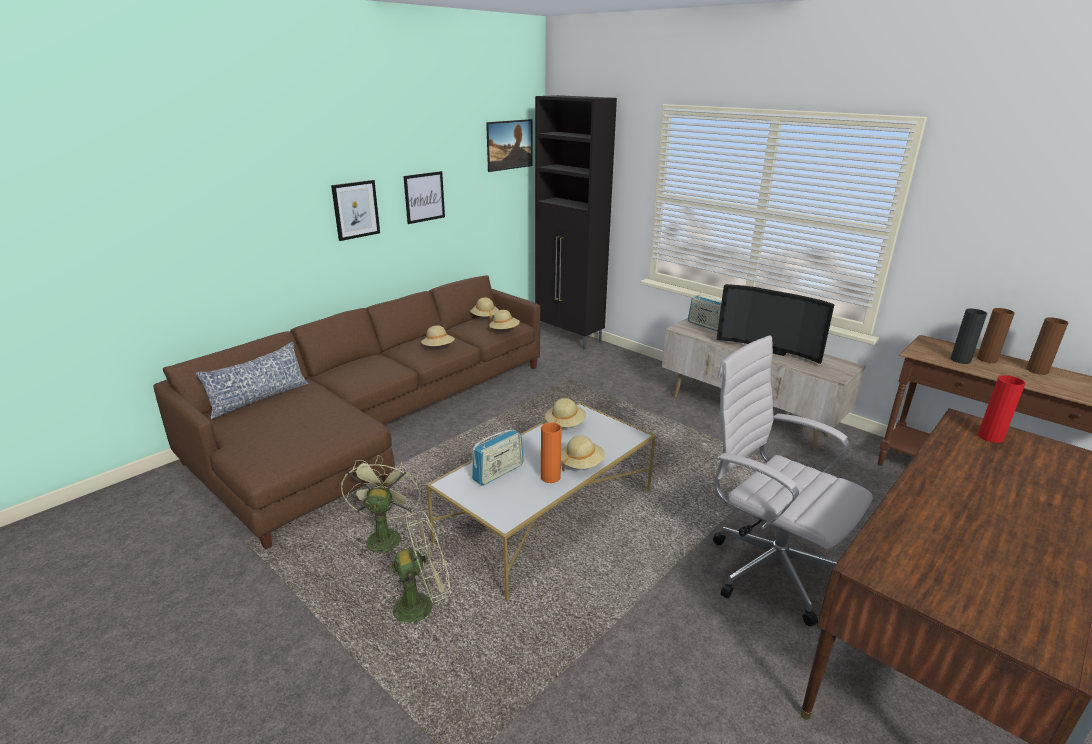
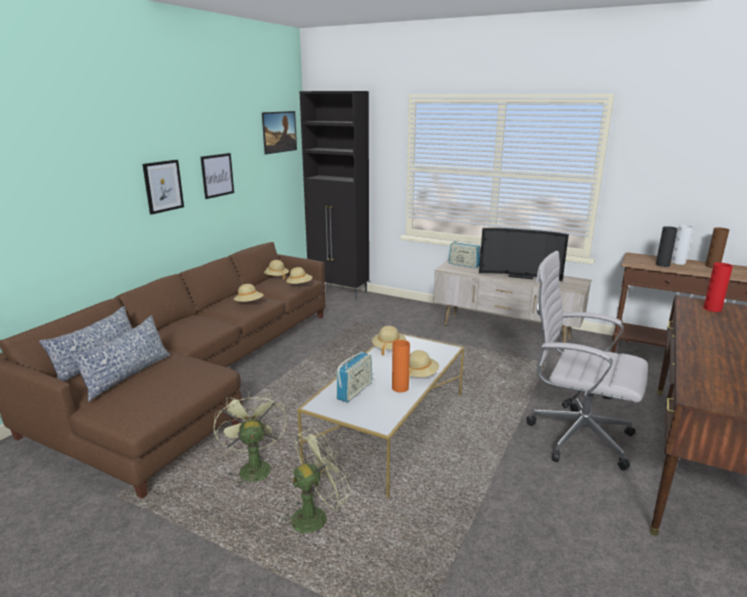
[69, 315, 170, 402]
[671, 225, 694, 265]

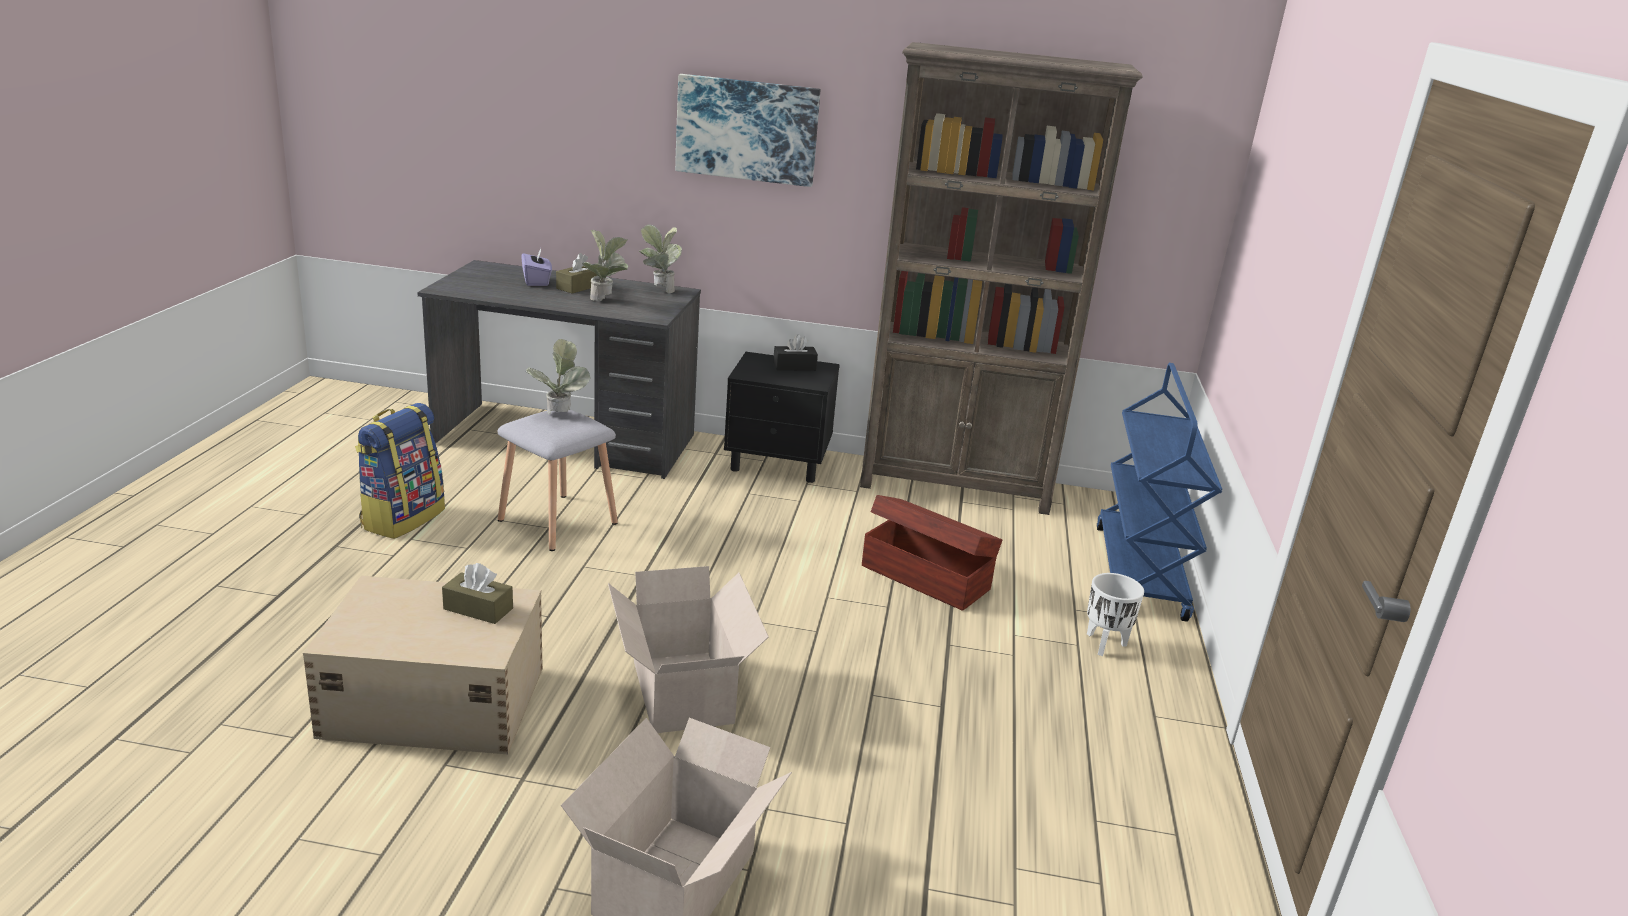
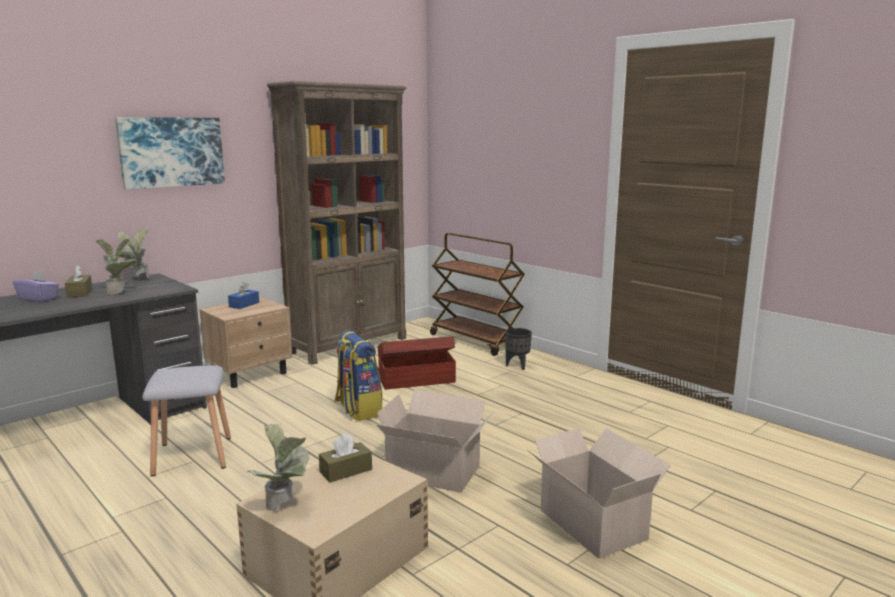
[199, 297, 292, 388]
[228, 282, 259, 309]
[248, 424, 309, 511]
[334, 330, 382, 421]
[430, 233, 525, 356]
[505, 328, 532, 370]

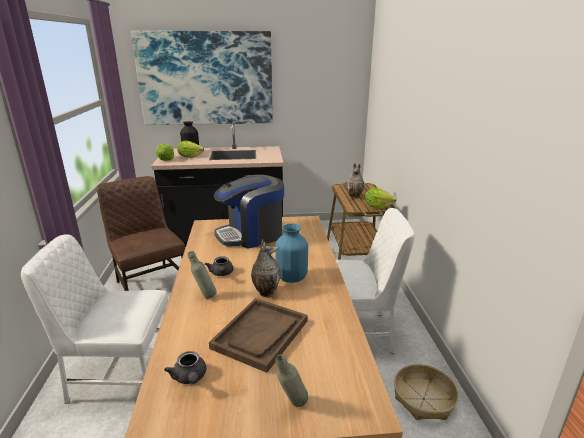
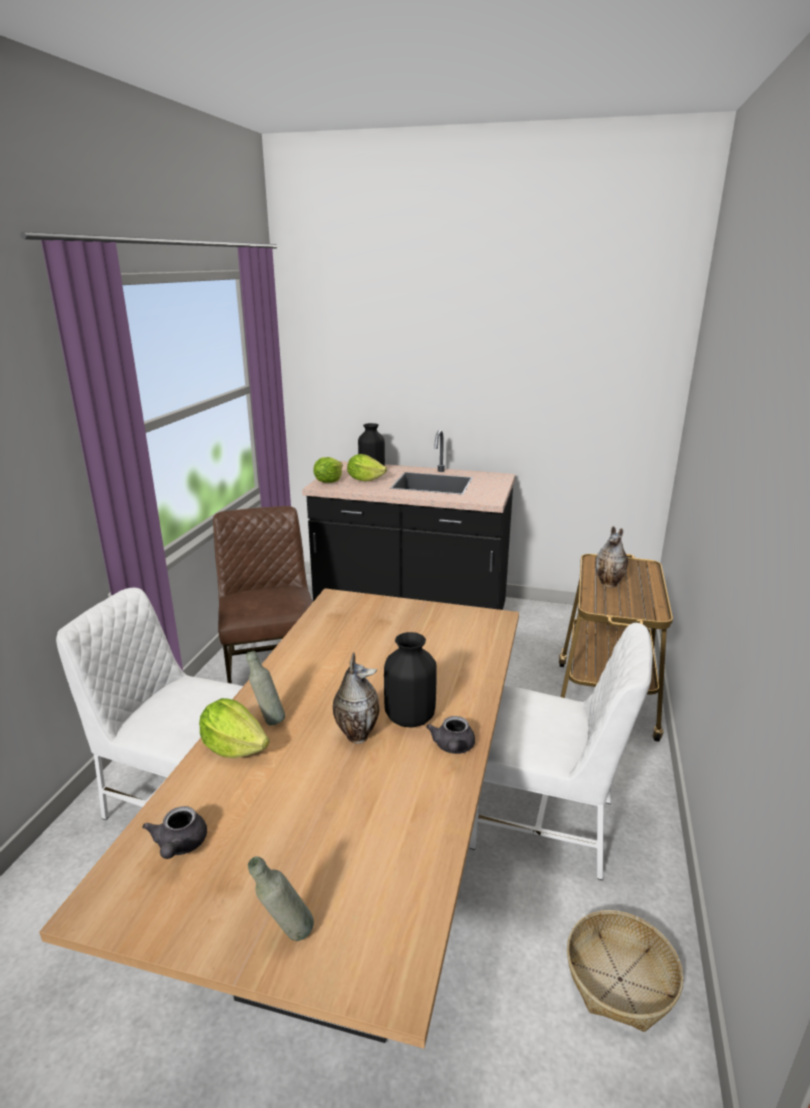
[199, 698, 269, 758]
[384, 632, 437, 728]
[426, 716, 475, 754]
[131, 31, 273, 125] (first image)
[209, 298, 308, 373] (first image)
[214, 175, 284, 249] (first image)

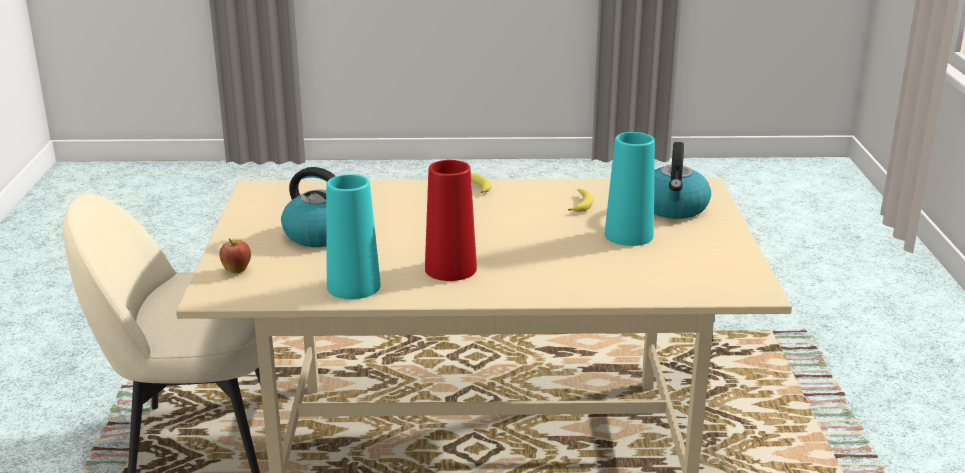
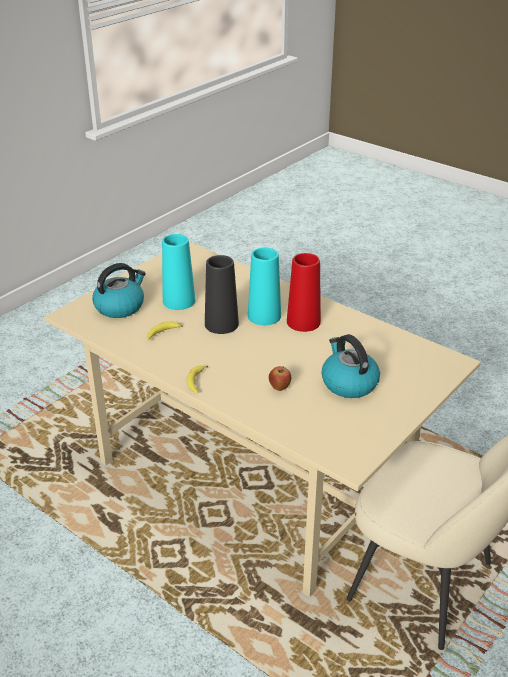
[205, 255, 239, 334]
[248, 248, 281, 325]
[269, 366, 291, 391]

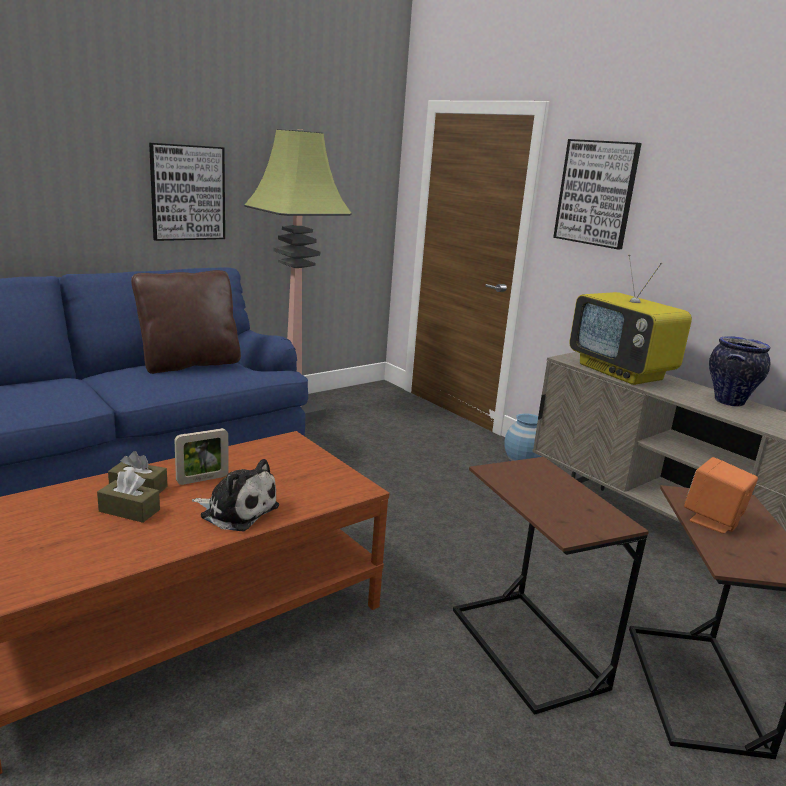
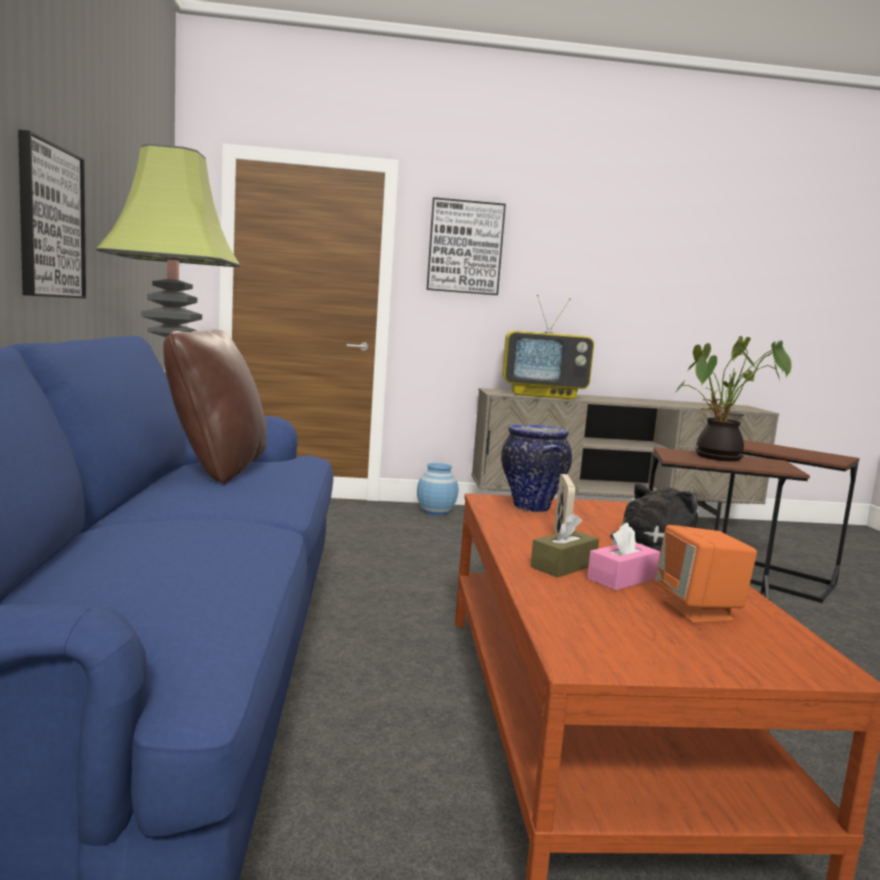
[501, 425, 572, 512]
[587, 523, 660, 591]
[655, 525, 757, 623]
[675, 336, 792, 461]

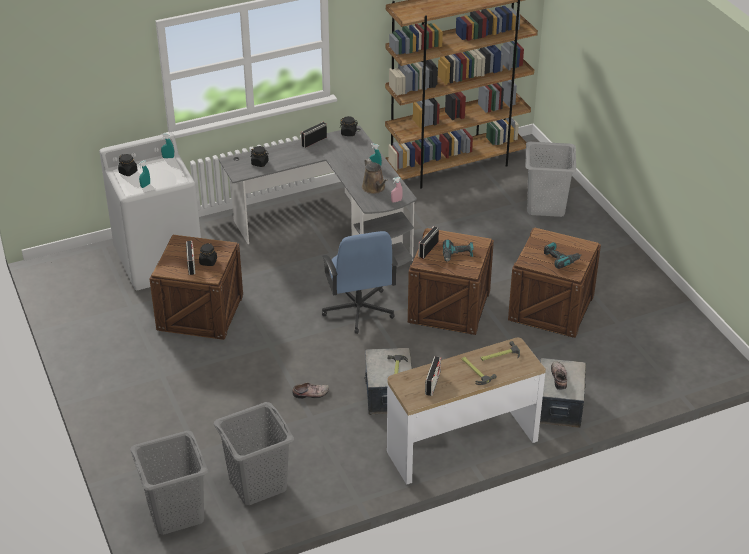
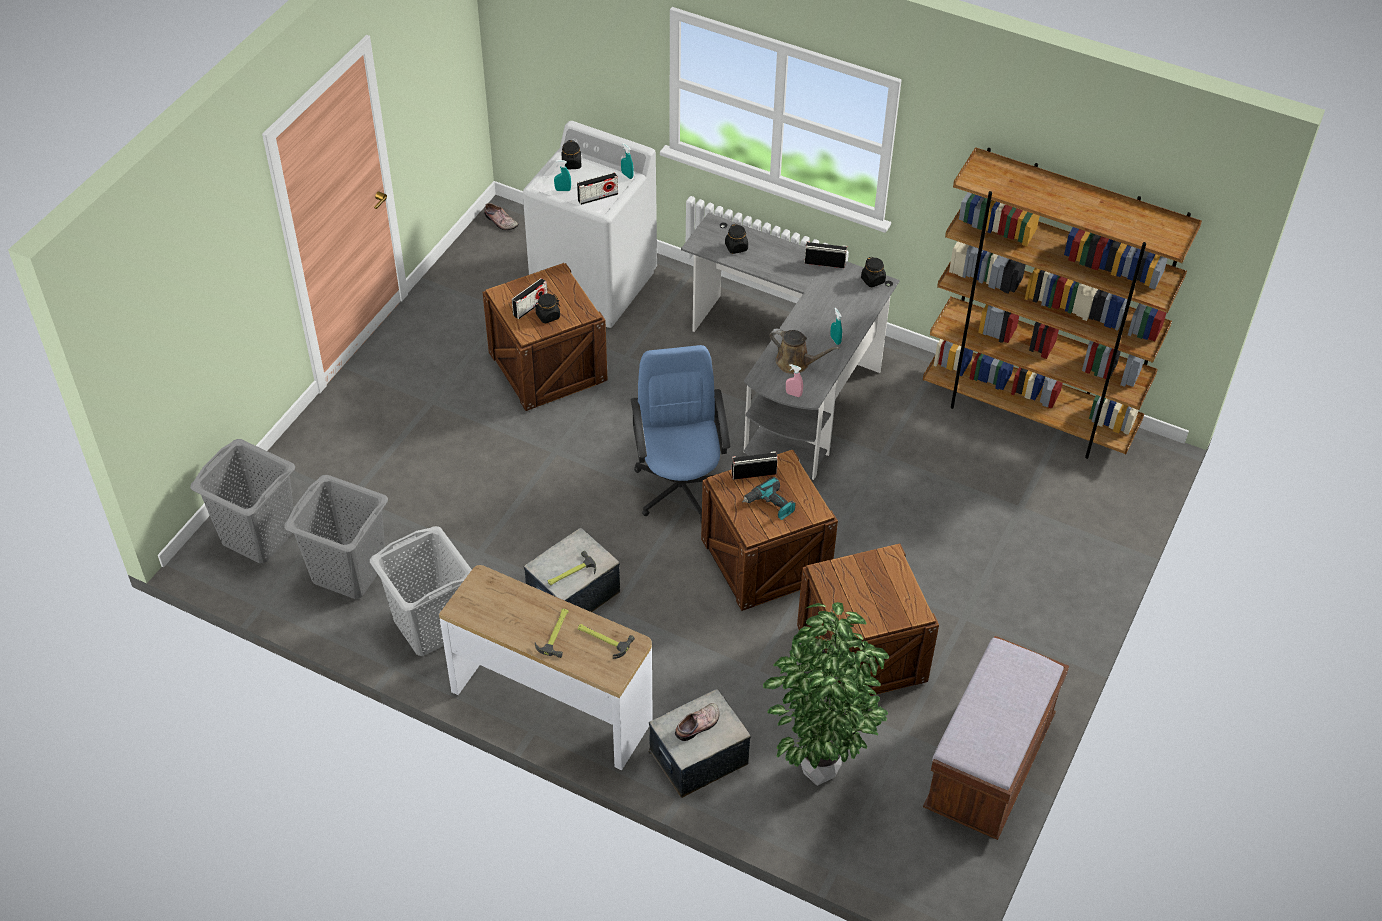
[370, 526, 472, 656]
[484, 203, 519, 231]
[577, 172, 618, 205]
[631, 345, 731, 523]
[763, 602, 889, 786]
[769, 329, 840, 374]
[923, 636, 1069, 840]
[544, 242, 582, 269] (first image)

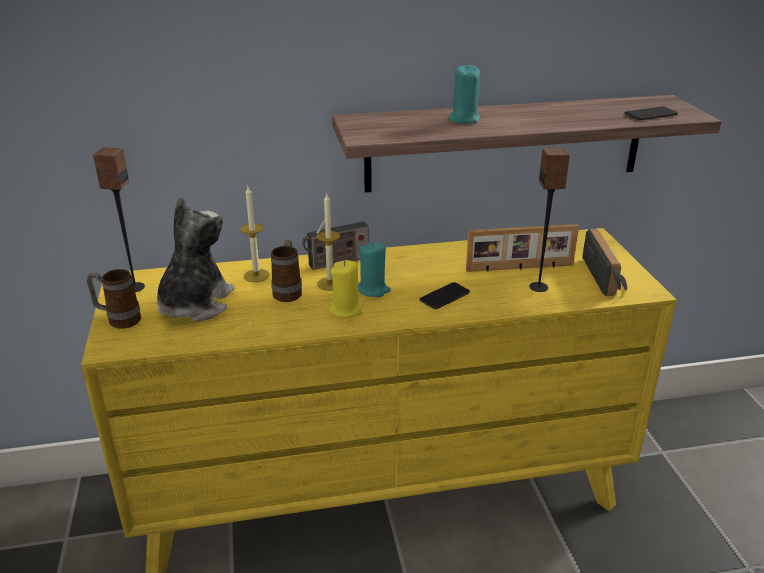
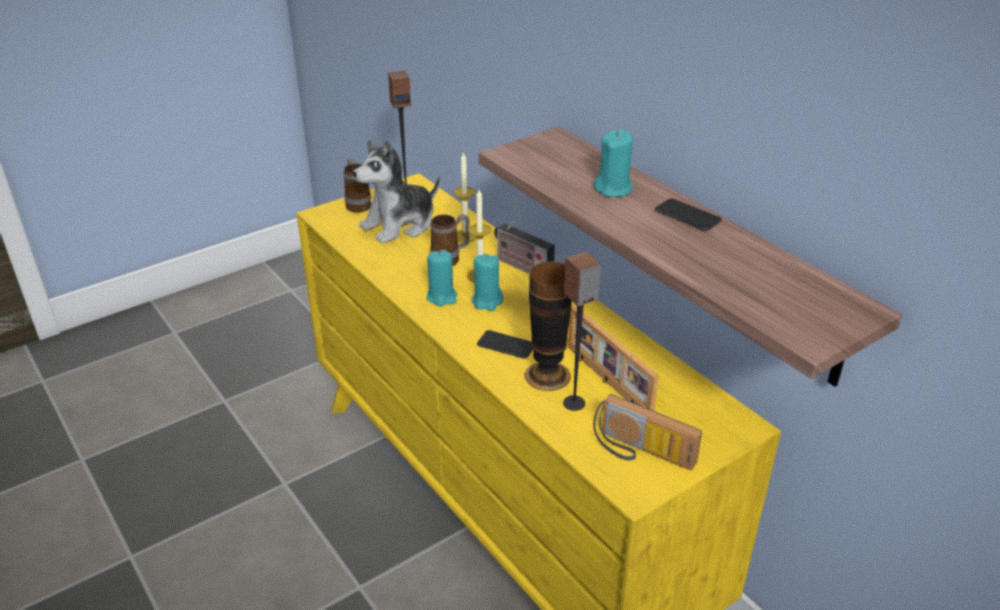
[353, 140, 440, 244]
[427, 250, 457, 306]
[525, 262, 572, 391]
[593, 394, 702, 470]
[655, 198, 722, 231]

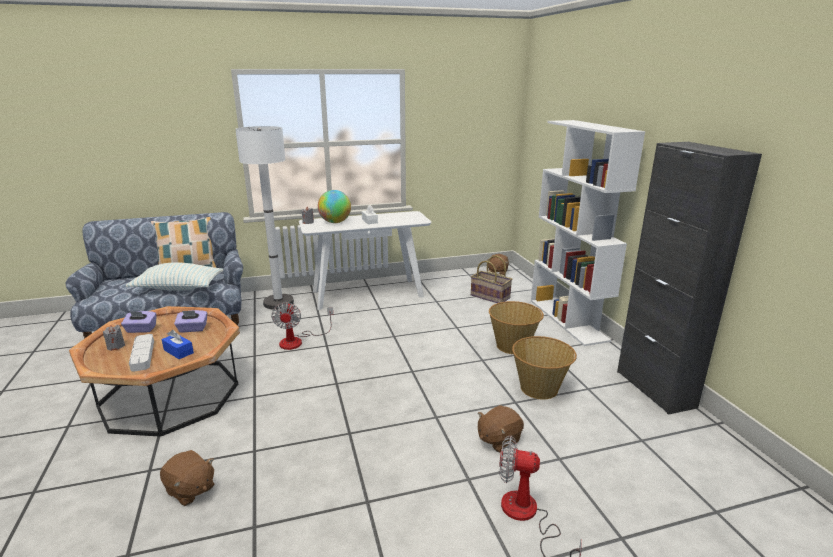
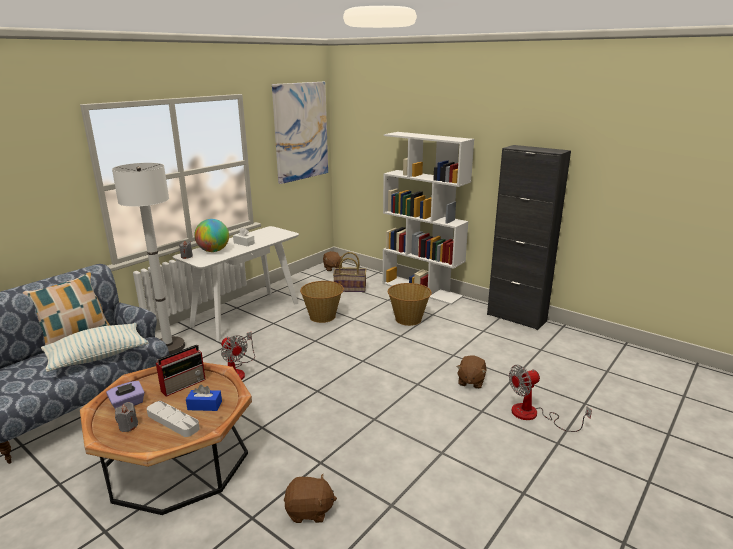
[156, 344, 206, 397]
[272, 82, 328, 184]
[300, 281, 344, 323]

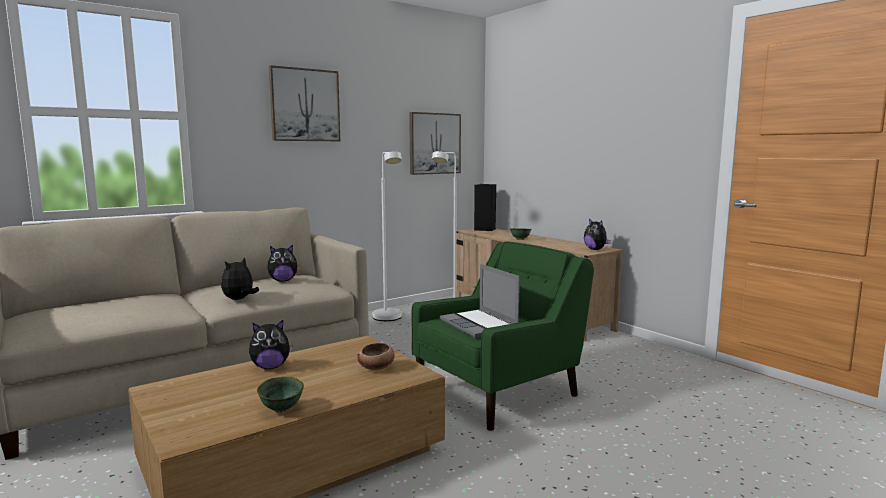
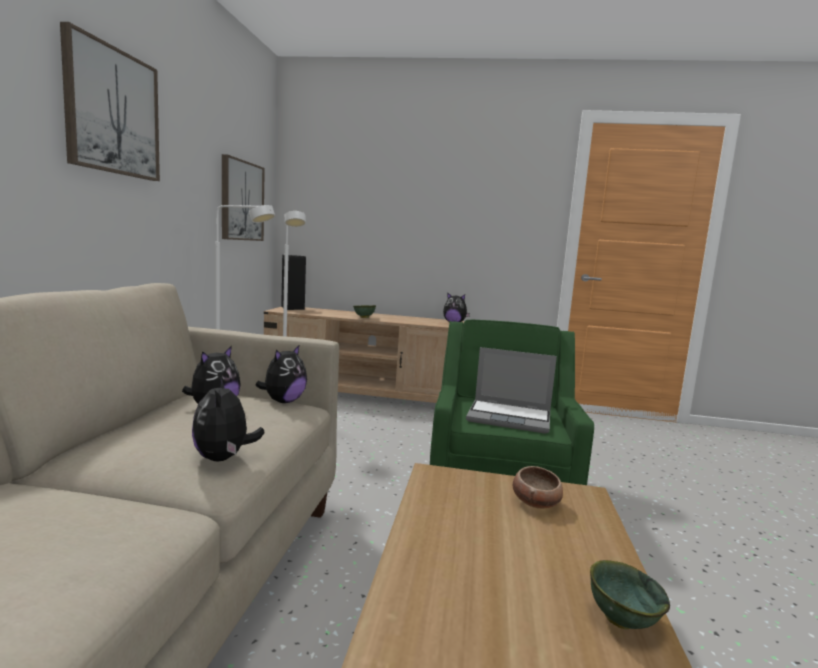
[255, 344, 307, 403]

